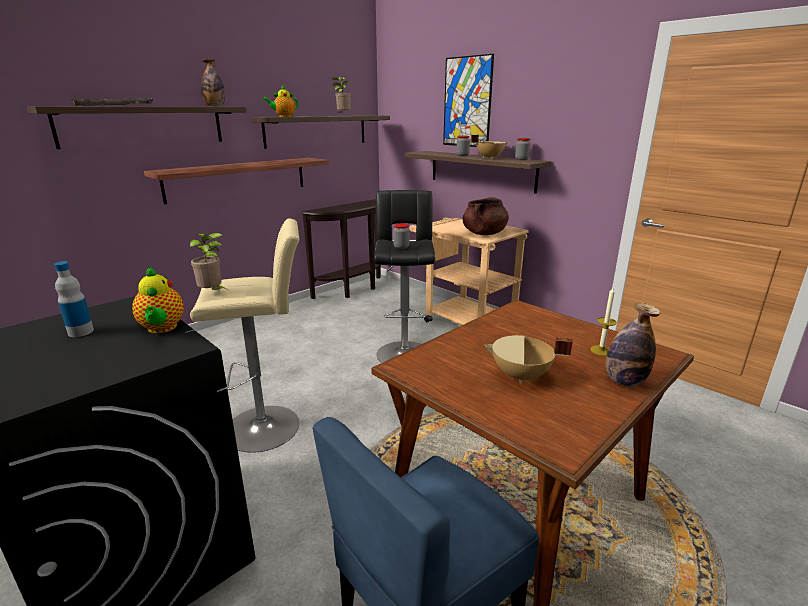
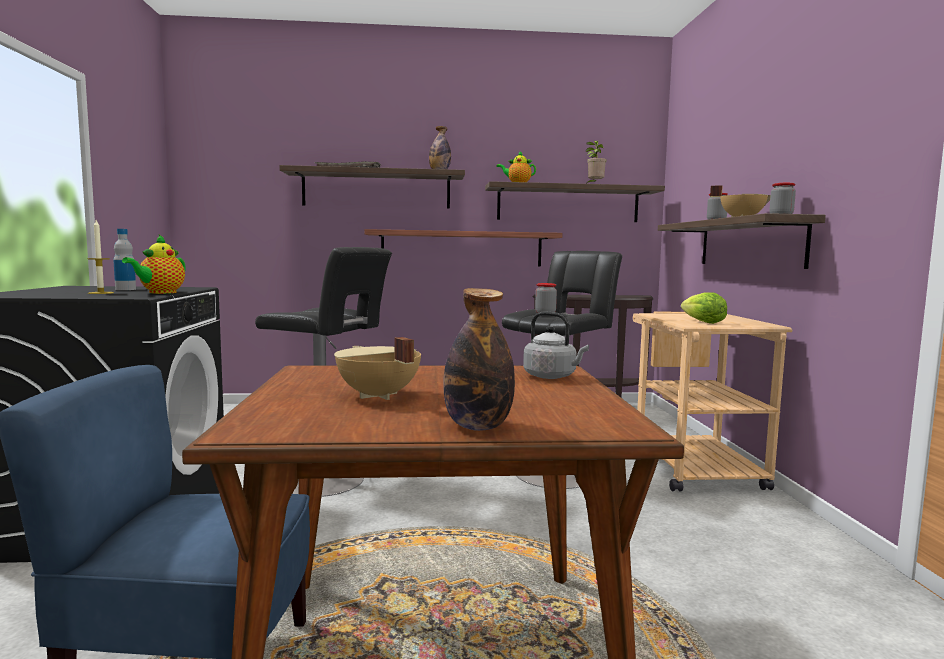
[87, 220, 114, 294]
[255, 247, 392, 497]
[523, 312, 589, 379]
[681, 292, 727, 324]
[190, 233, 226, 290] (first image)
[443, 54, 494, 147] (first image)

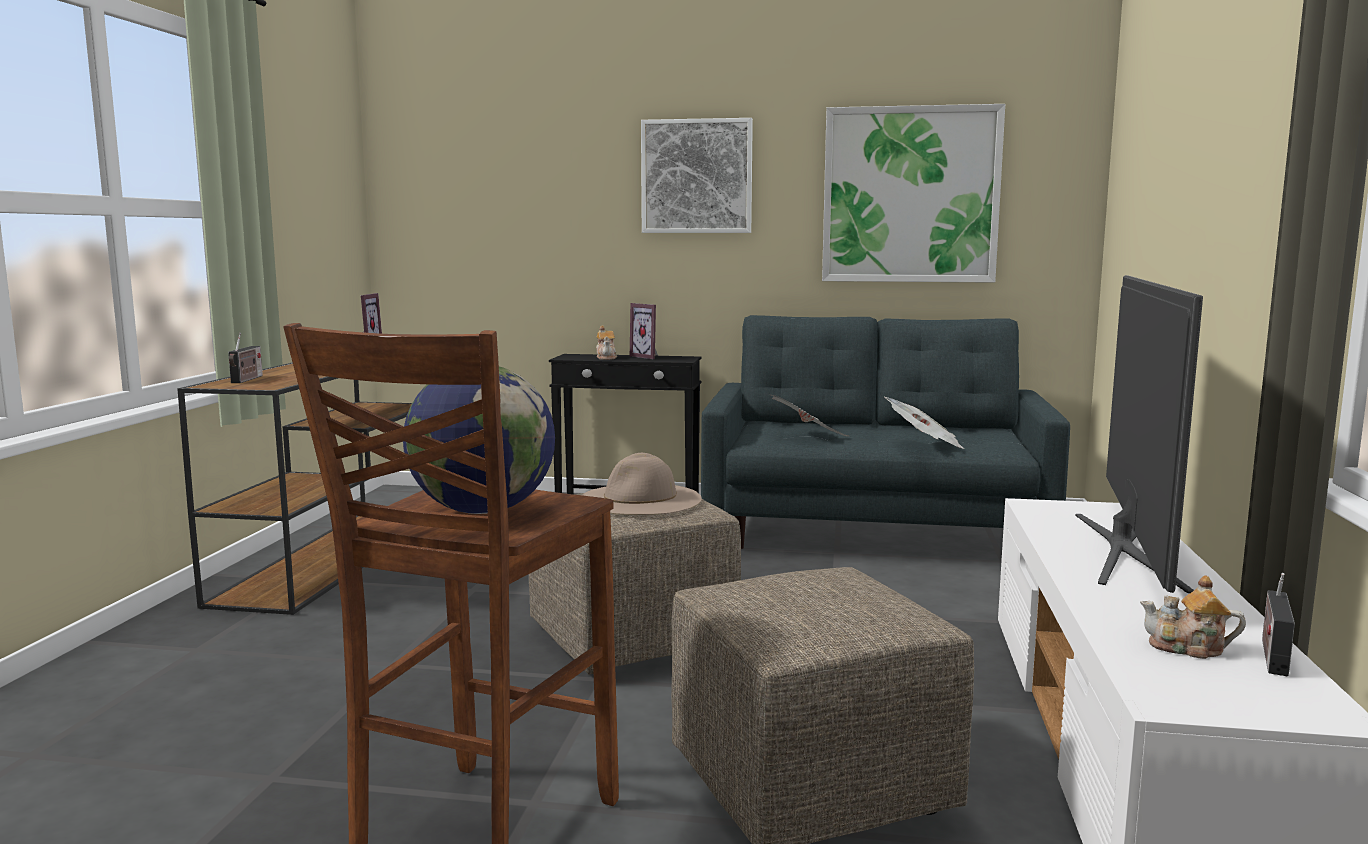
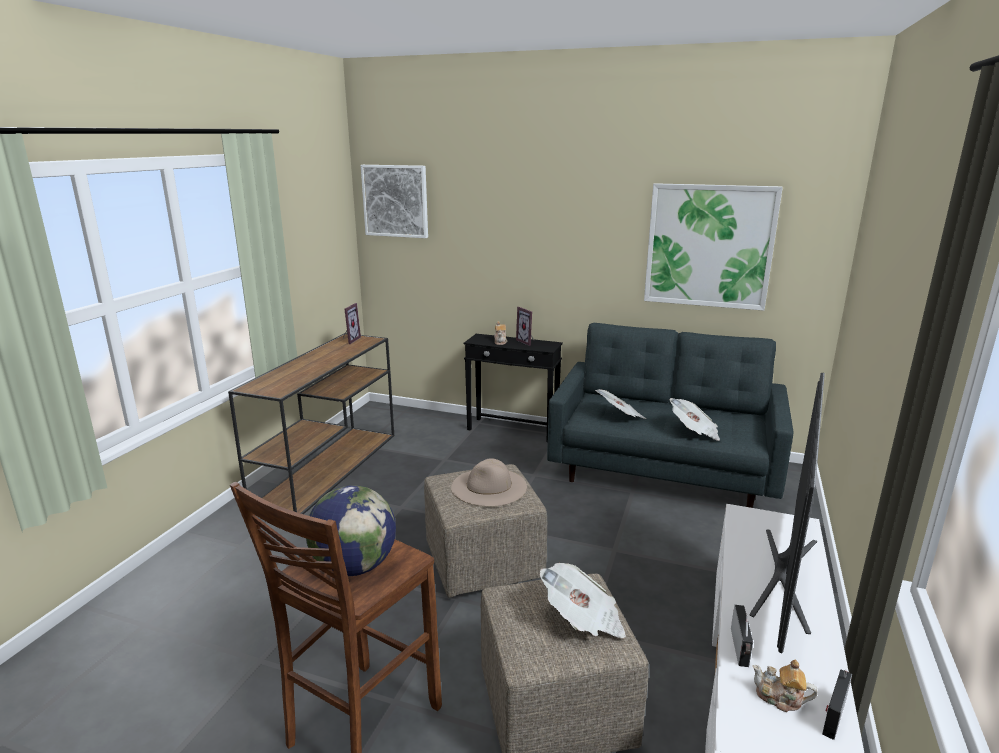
[361, 165, 428, 238]
[540, 563, 626, 638]
[731, 605, 753, 667]

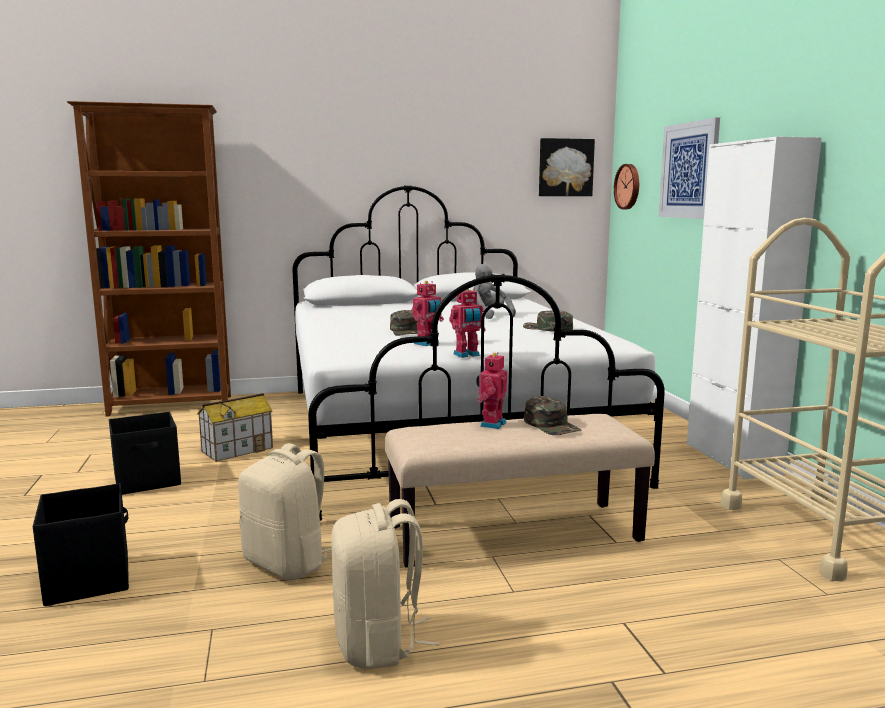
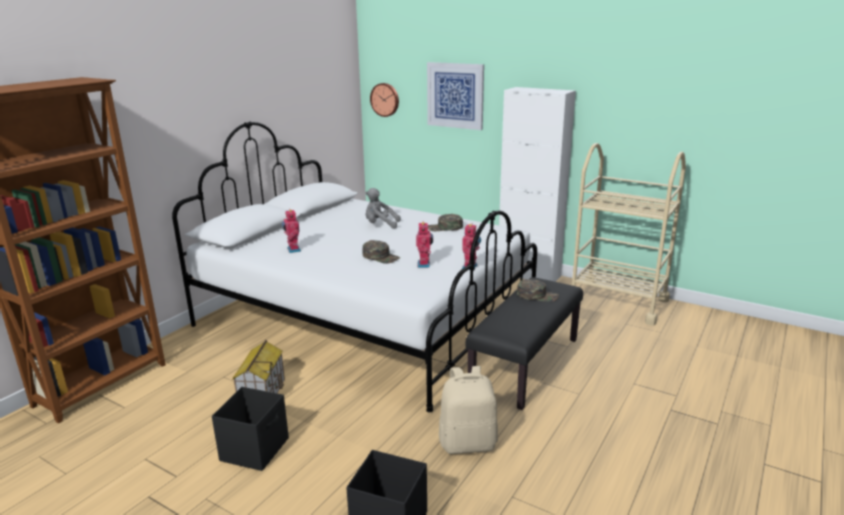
[282, 209, 301, 253]
[465, 277, 583, 410]
[331, 499, 440, 669] (first image)
[539, 138, 595, 196] (first image)

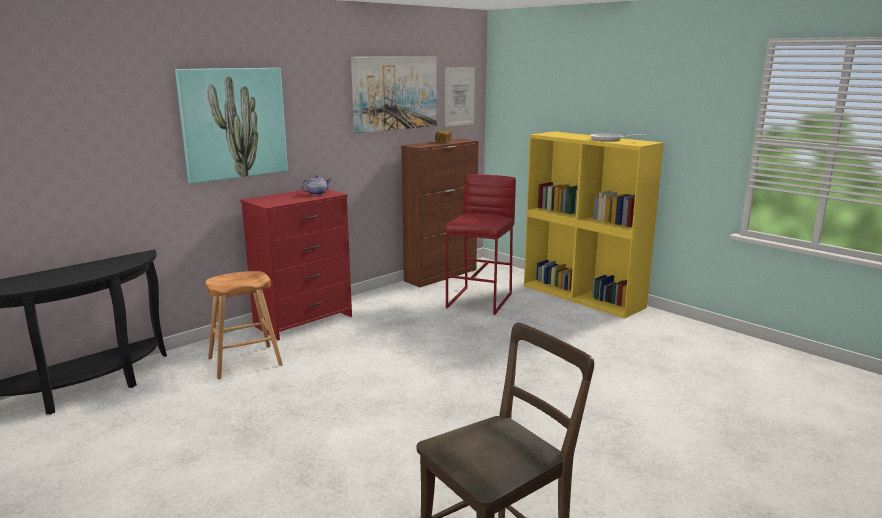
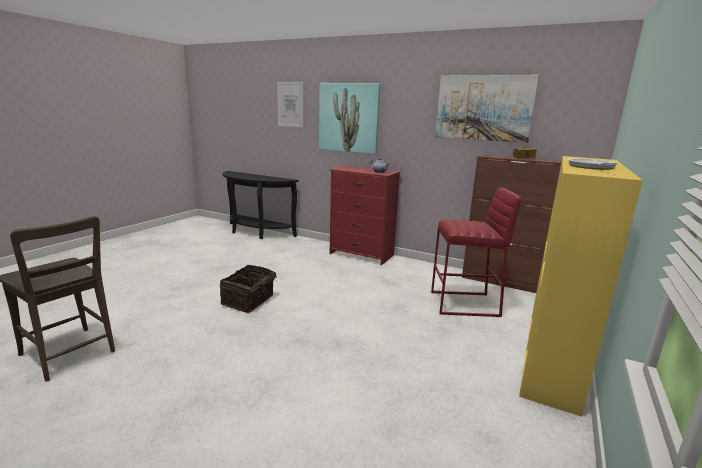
[220, 265, 277, 313]
[277, 82, 303, 127]
[205, 271, 283, 379] (first image)

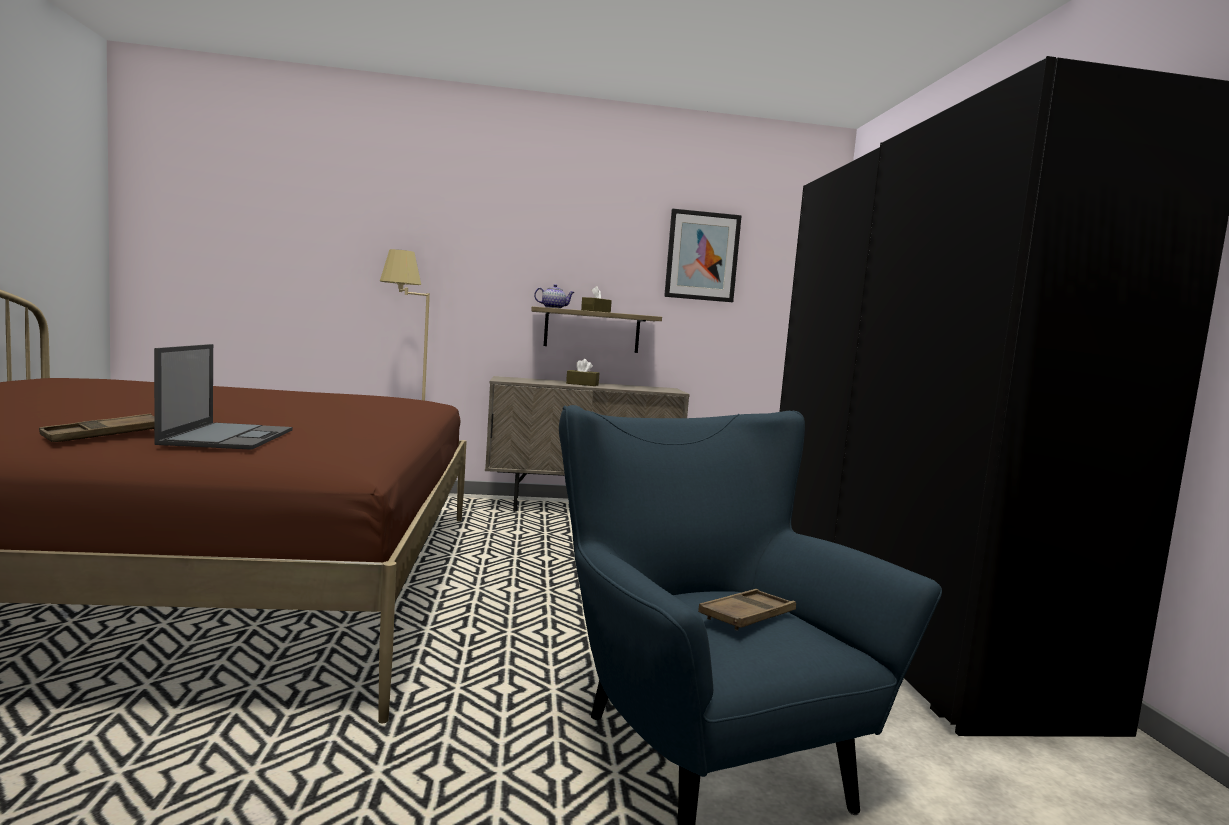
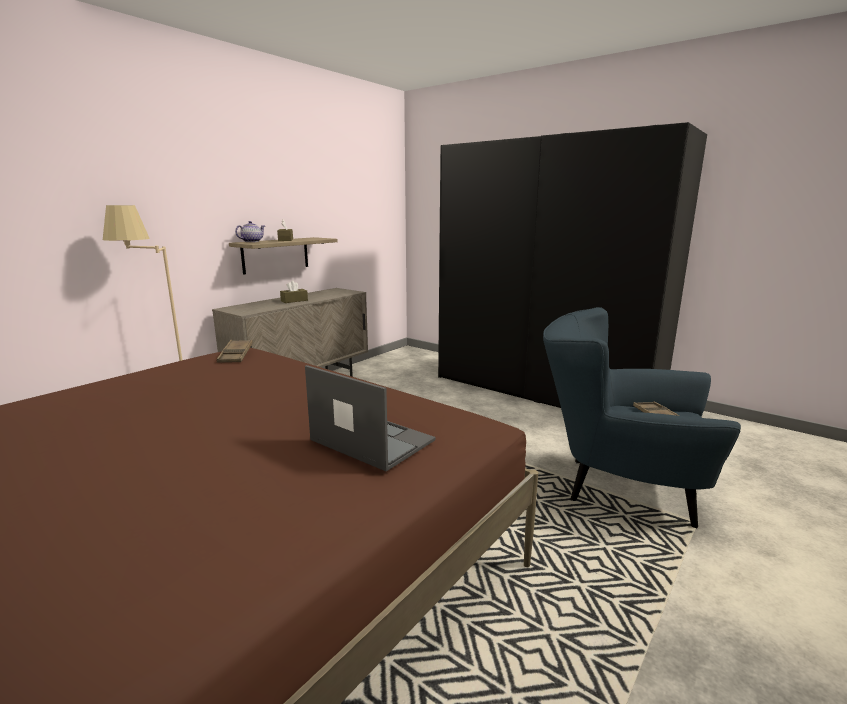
[217, 340, 253, 363]
[664, 208, 742, 302] (first image)

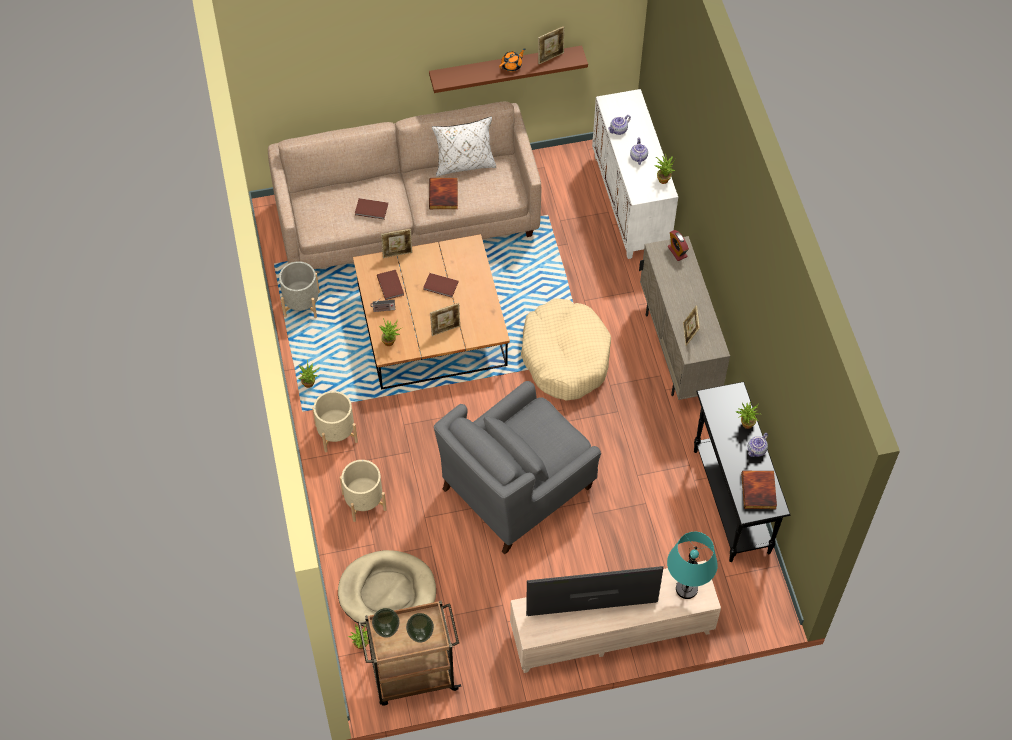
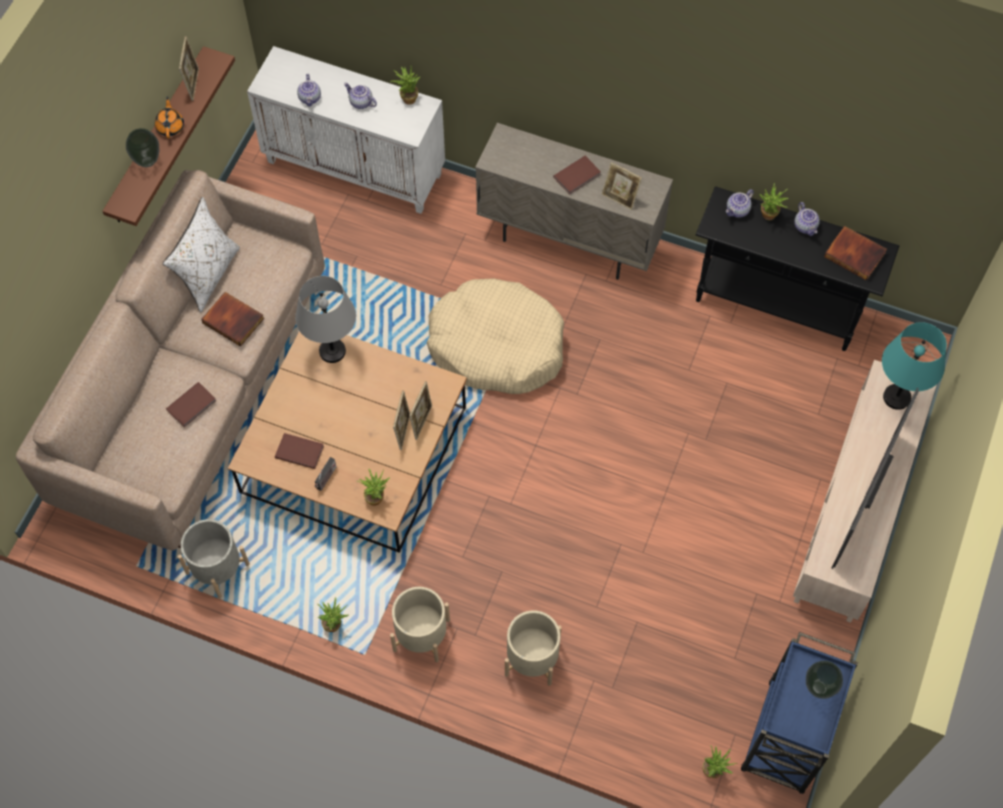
[126, 128, 159, 167]
[295, 276, 356, 363]
[409, 381, 432, 440]
[553, 156, 601, 195]
[726, 189, 754, 218]
[741, 632, 858, 794]
[338, 550, 436, 627] (first image)
[434, 381, 601, 554] (first image)
[668, 230, 689, 261] (first image)

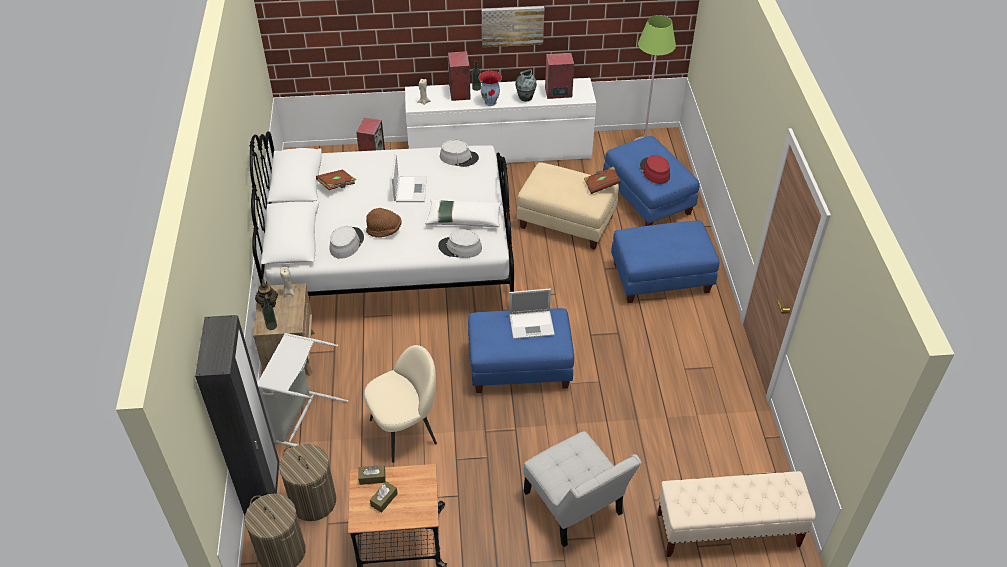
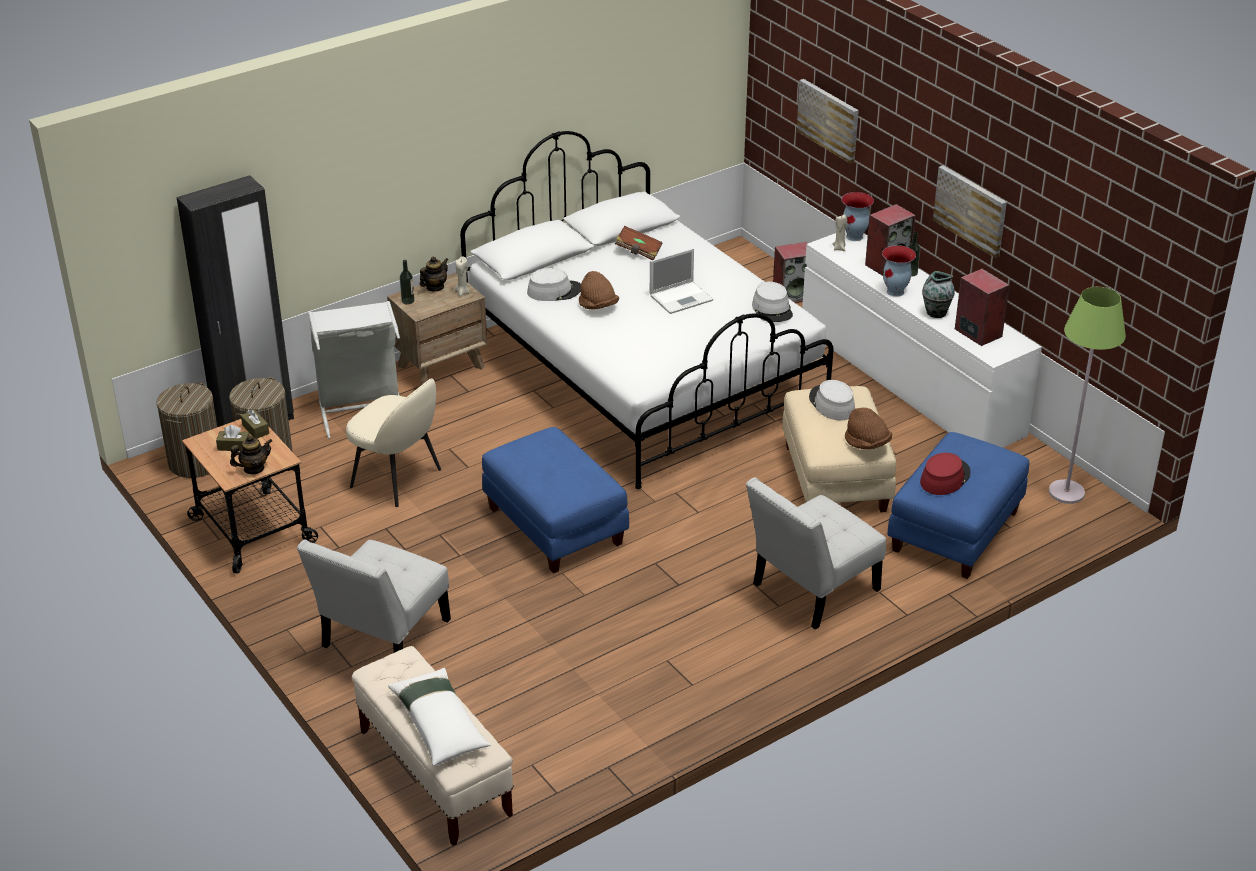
[230, 435, 272, 474]
[388, 668, 491, 766]
[746, 477, 886, 630]
[797, 79, 859, 164]
[809, 380, 855, 420]
[842, 192, 874, 241]
[845, 407, 892, 449]
[509, 288, 555, 339] (first image)

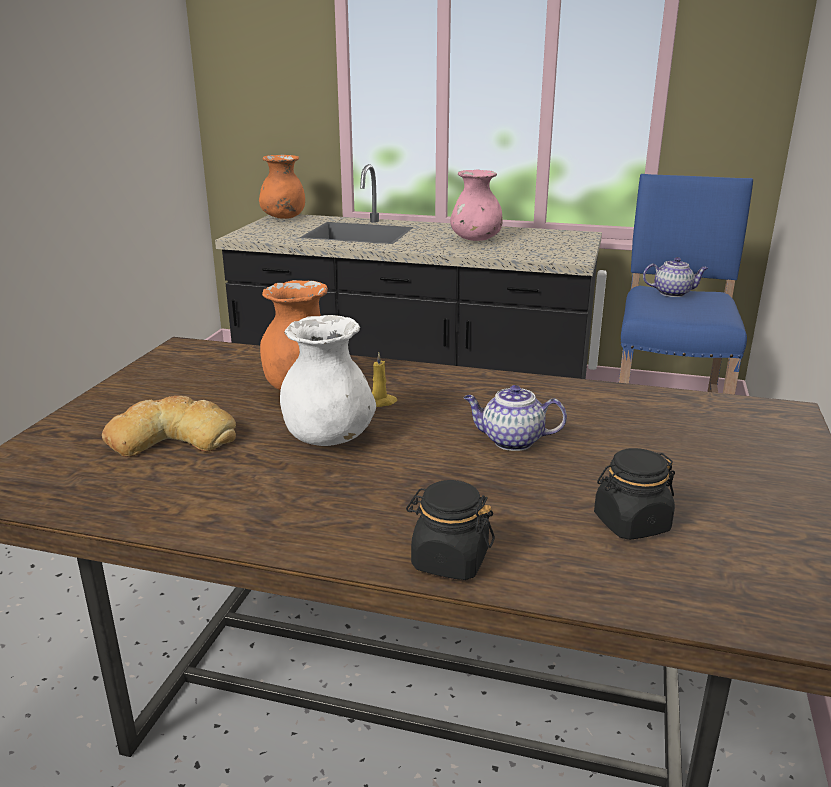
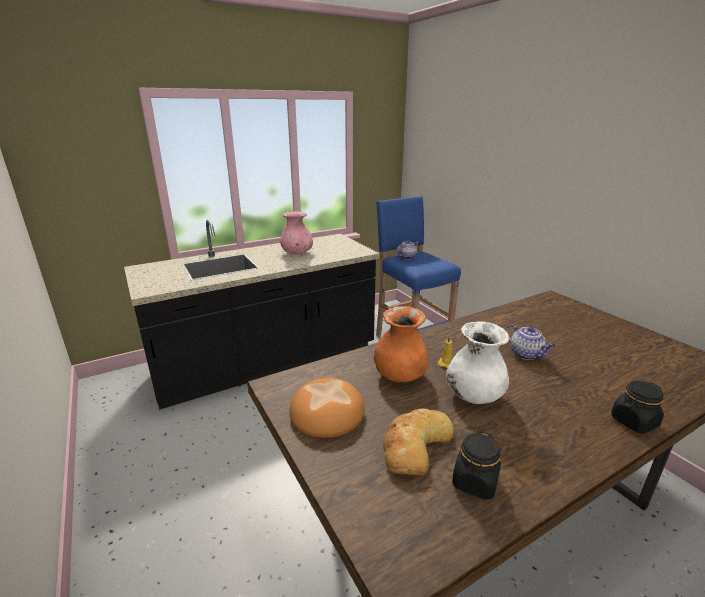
[290, 378, 365, 438]
[452, 431, 501, 500]
[506, 324, 556, 360]
[259, 155, 305, 219] (first image)

